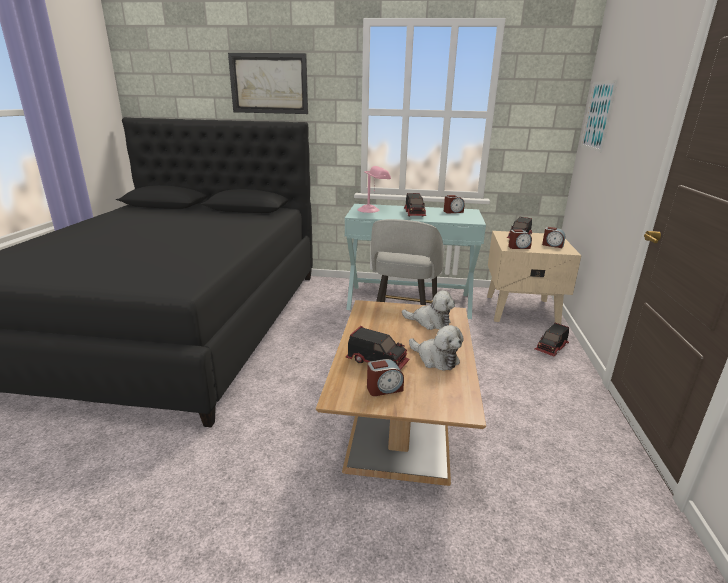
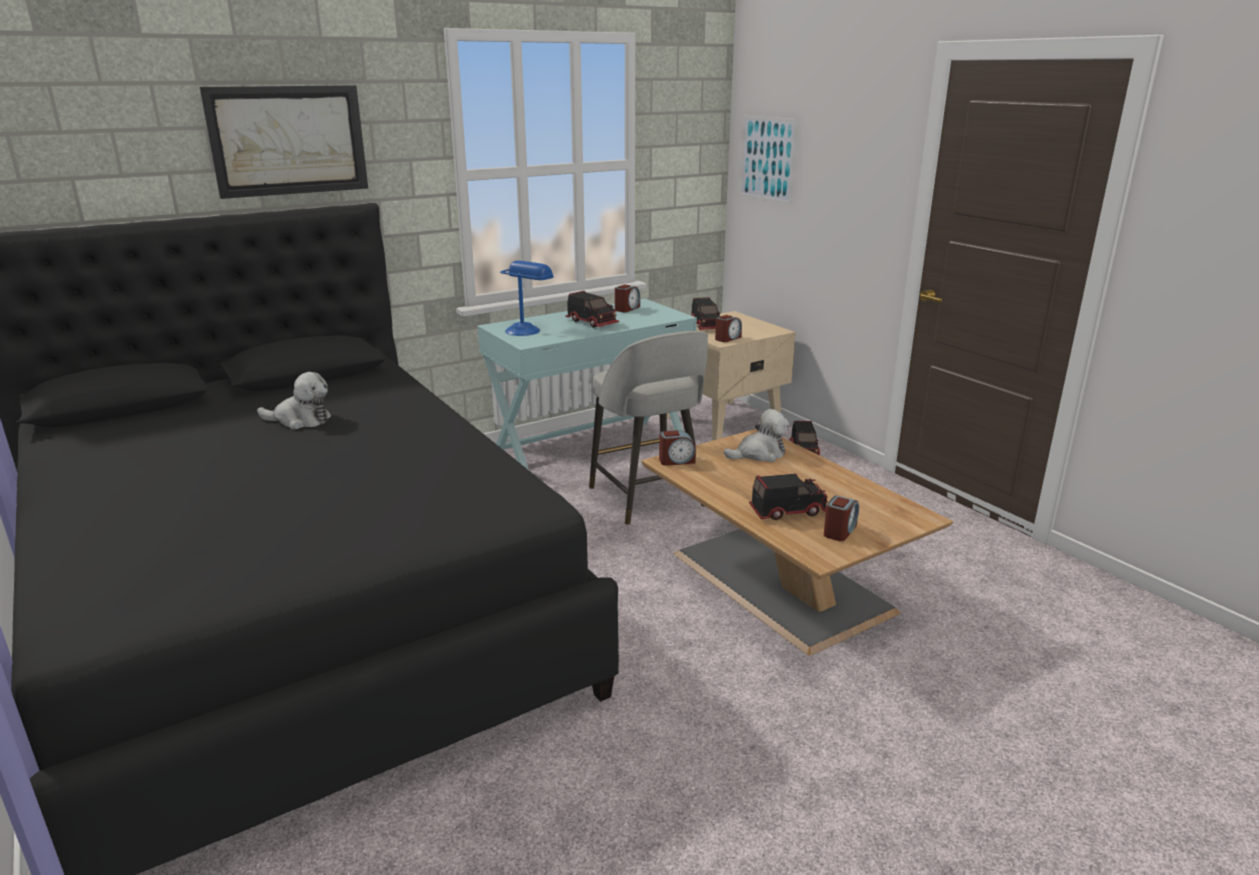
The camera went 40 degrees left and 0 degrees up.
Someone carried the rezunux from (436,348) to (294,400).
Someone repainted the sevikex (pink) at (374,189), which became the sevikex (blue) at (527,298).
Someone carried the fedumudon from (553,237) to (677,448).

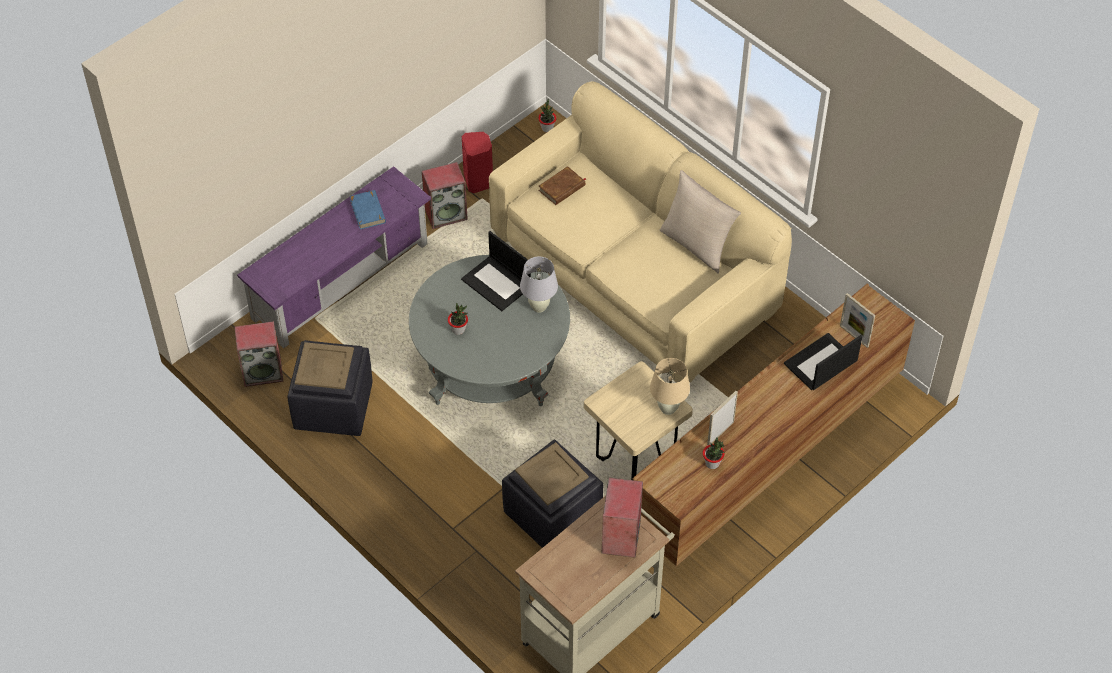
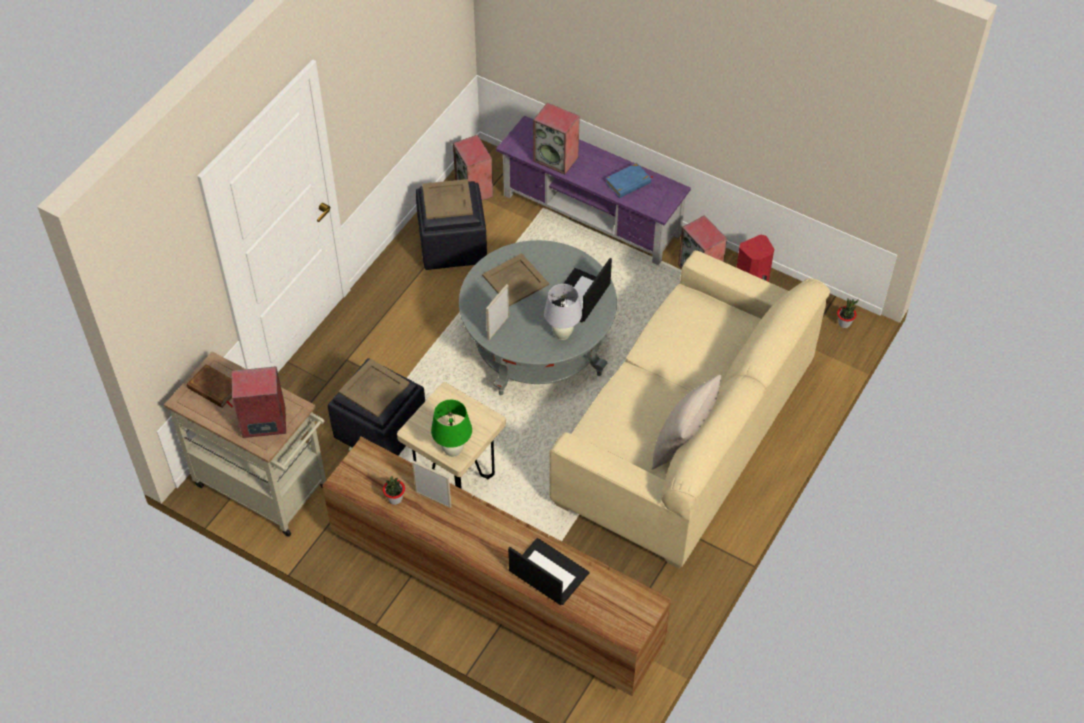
The camera went 75 degrees right and 0 degrees up.
Someone carried the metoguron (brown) from (562,185) to (210,386).
Someone repainted the sevikex (beige) at (670,386), which became the sevikex (green) at (451,428).
Someone swapped the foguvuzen at (458,319) for the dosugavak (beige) at (515,279).
Someone carried the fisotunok from (857,320) to (497,312).
Someone put down the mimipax at (556,139).

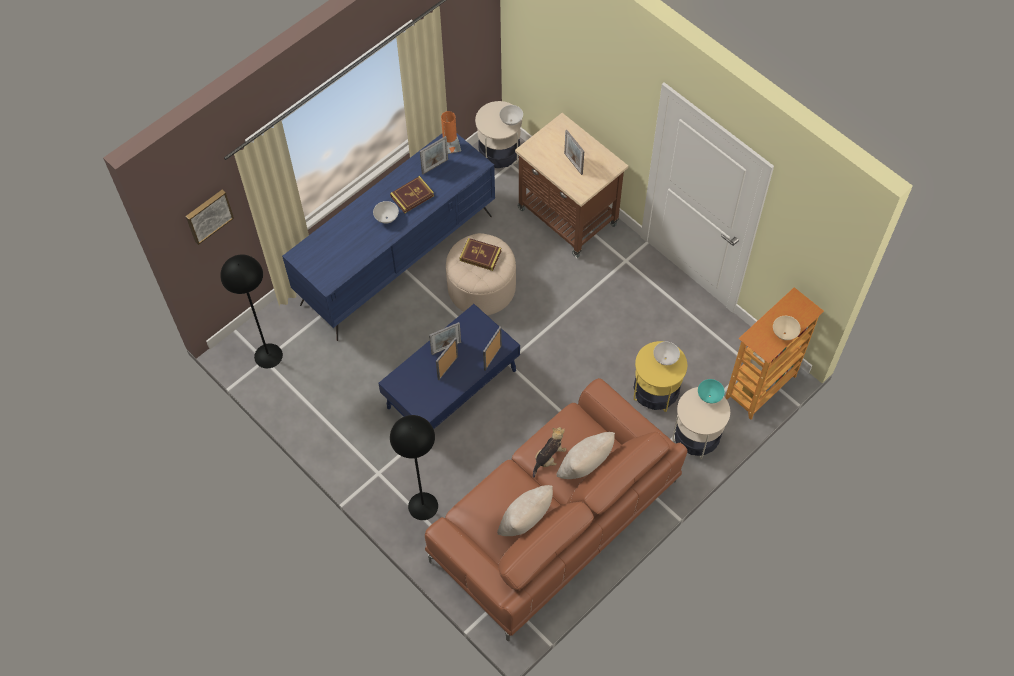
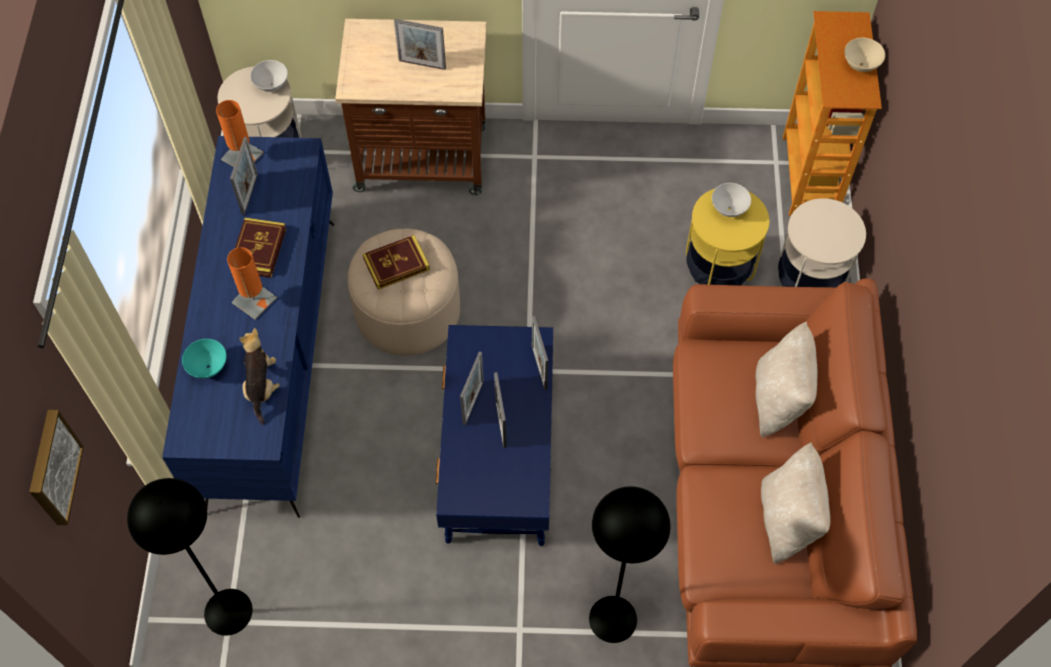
The camera went 45 degrees left and 0 degrees up.
Someone carried the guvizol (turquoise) from (711,391) to (204,358).
Someone swapped the guvizol (white) at (386,212) for the sevikex (orange) at (252,283).
Someone carried the rezunux from (549,452) to (259,376).

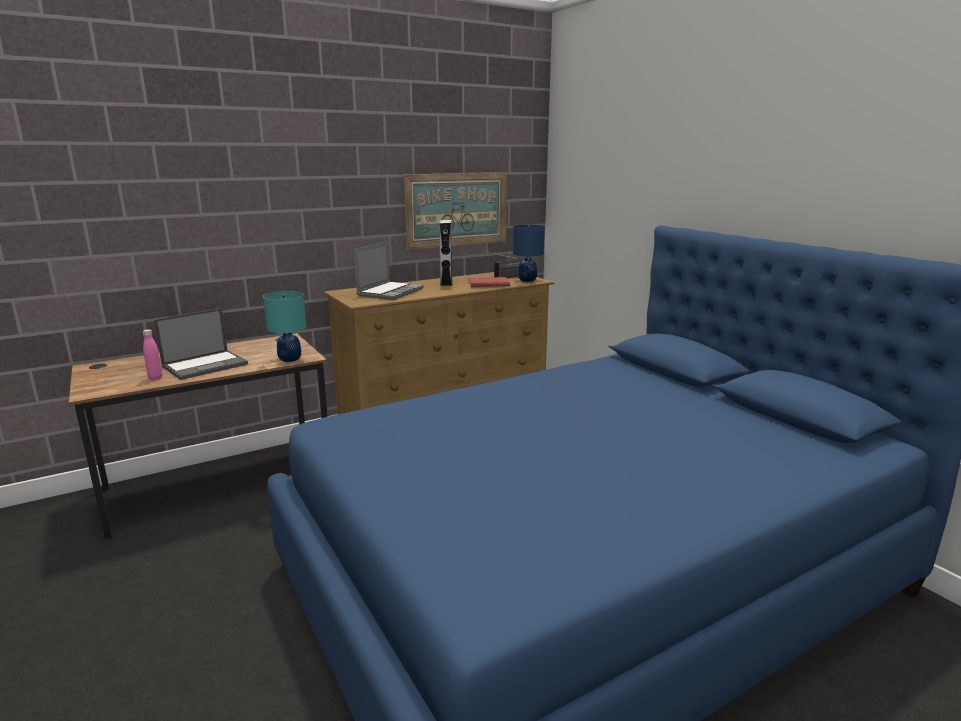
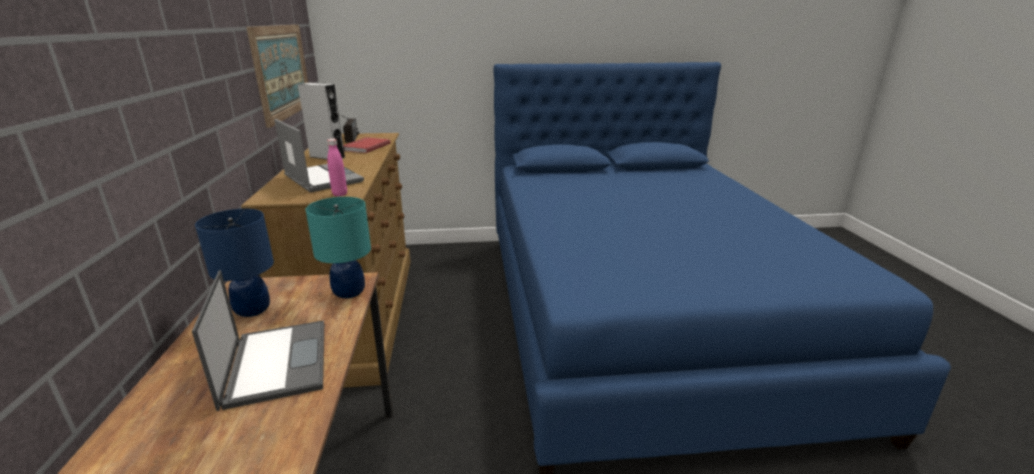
The camera went 65 degrees left and 5 degrees up.
Someone carried the sevikex (blue) from (529,253) to (234,263).
Someone carried the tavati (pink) from (152,355) to (337,168).

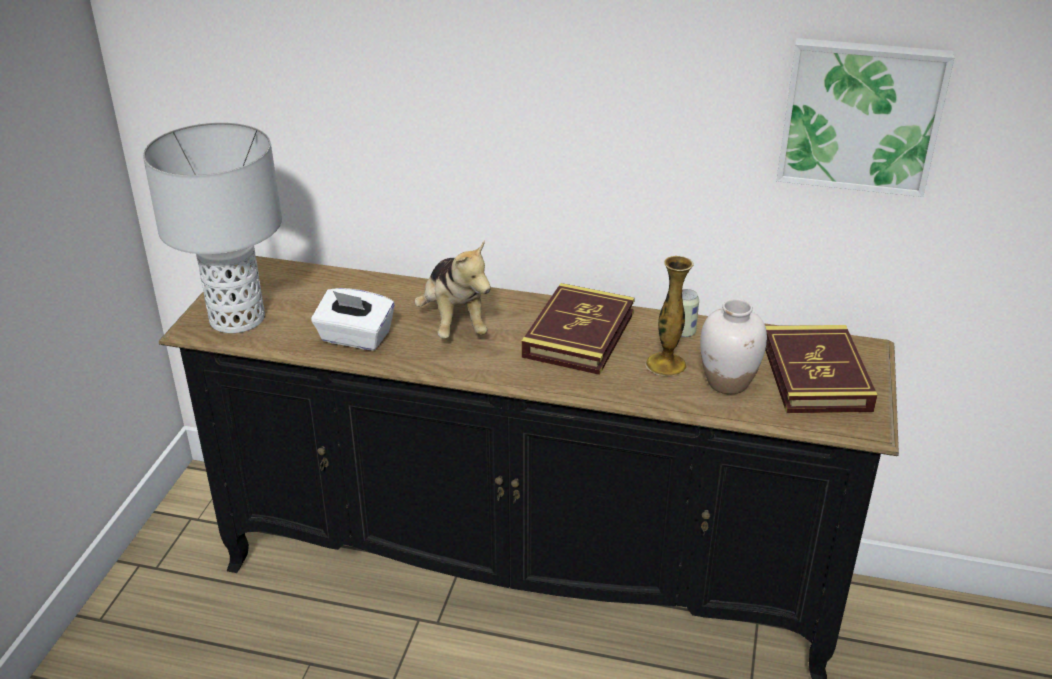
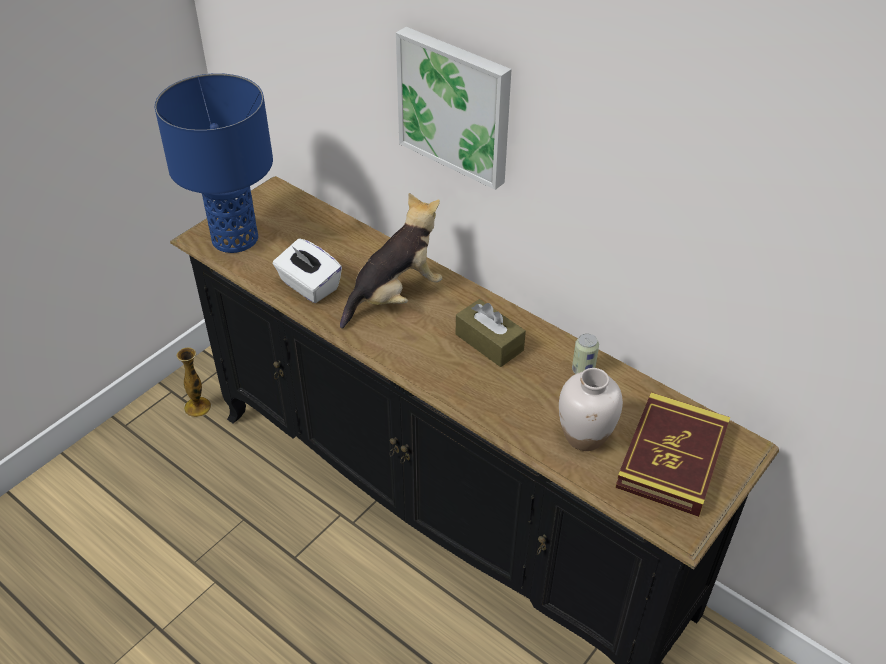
The camera went 25 degrees right and 10 degrees up.
Someone repainted the sevikex (white) at (212,227), which became the sevikex (blue) at (214,163).
Someone carried the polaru from (669,316) to (194,382).
Someone rotated the rezunux at (452,289) by 135 degrees counterclockwise.
Someone carried the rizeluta from (865,117) to (453,108).
Someone swapped the metoguron at (578,329) for the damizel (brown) at (491,333).

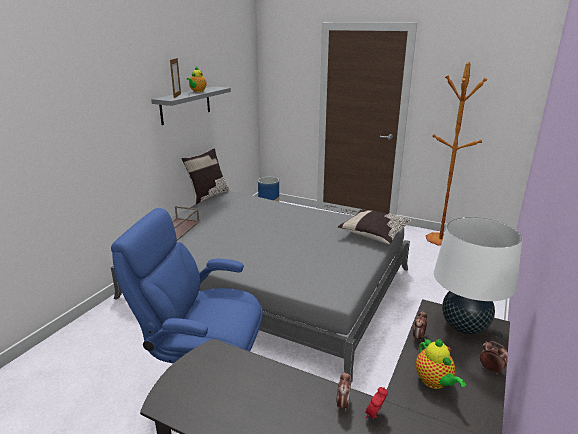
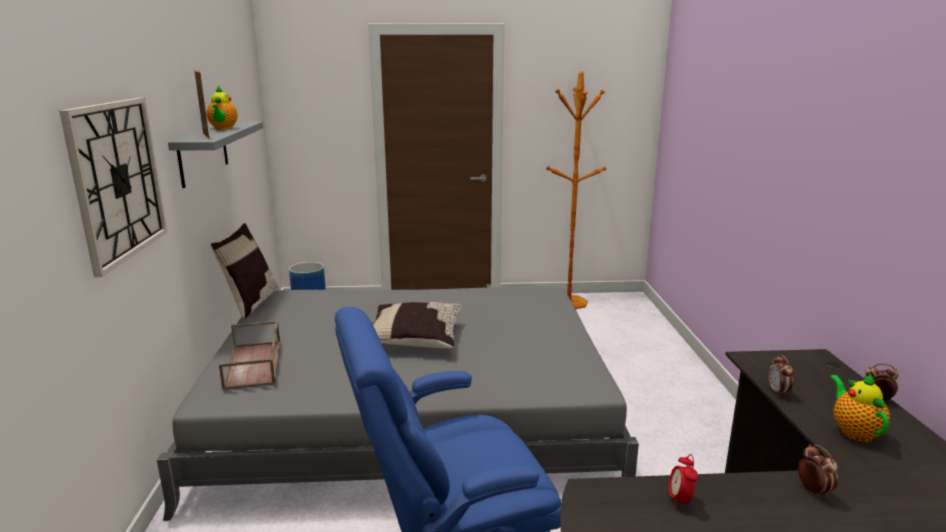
The camera went 30 degrees left and 5 degrees down.
Someone put up the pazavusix at (113,187).
Someone carried the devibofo from (374,226) to (417,325).
Someone carried the fedumudon from (376,403) to (683,481).
Someone rotated the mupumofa at (441,364) by 135 degrees counterclockwise.
Someone took away the sevikex (white) at (478,275).

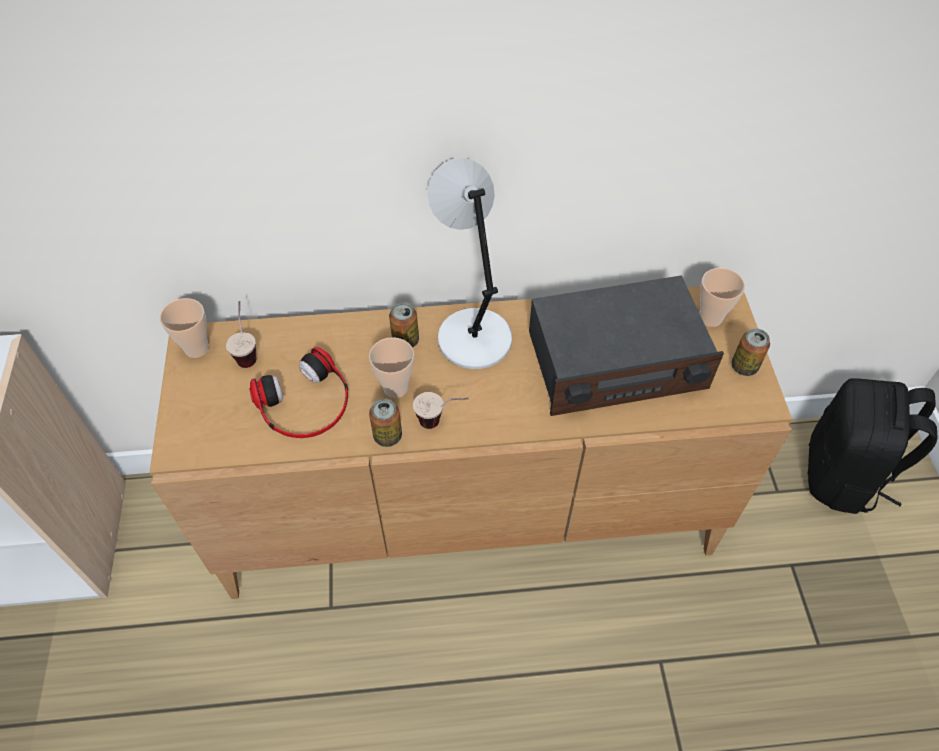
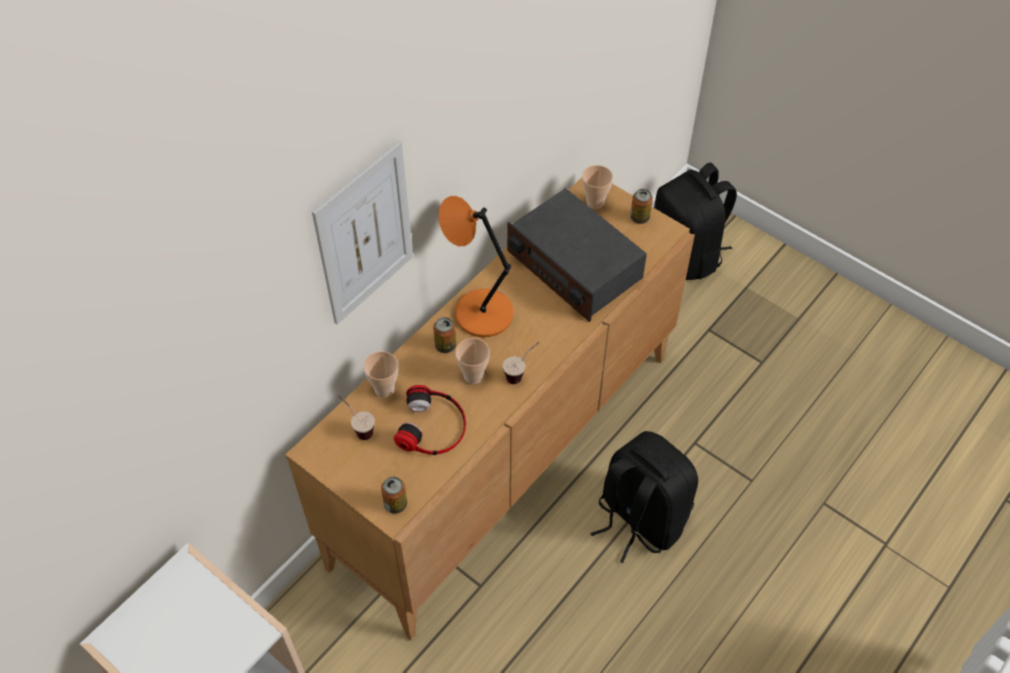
The camera went 45 degrees left and 0 degrees up.
Someone put up the rizeluta at (362,232).
Someone carried the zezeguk from (184,328) to (380,374).
Someone carried the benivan from (385,422) to (394,495).
Someone repainted the sevikex (grey) at (469,263), which became the sevikex (orange) at (475,266).
Someone rotated the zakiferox at (626,345) by 105 degrees clockwise.
Someone put down the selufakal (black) at (644,497).

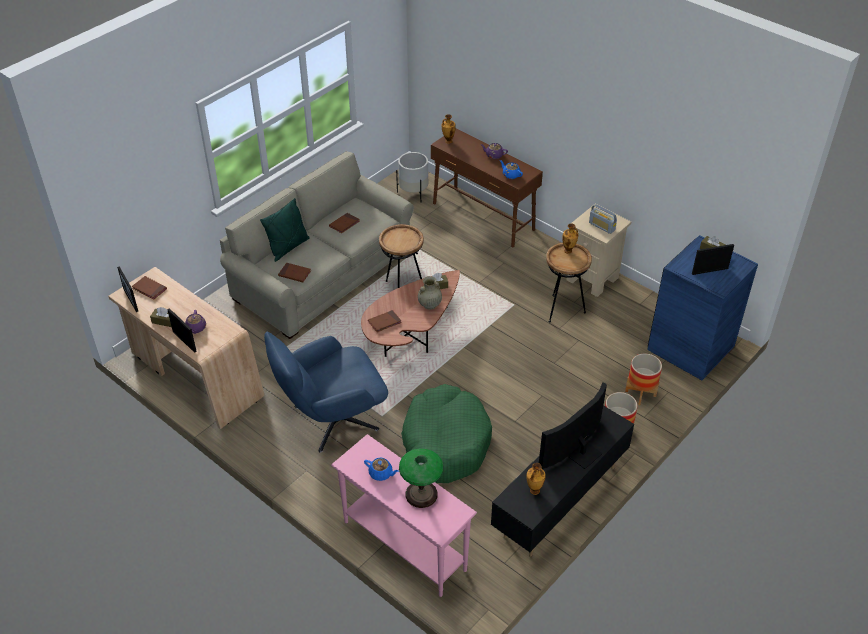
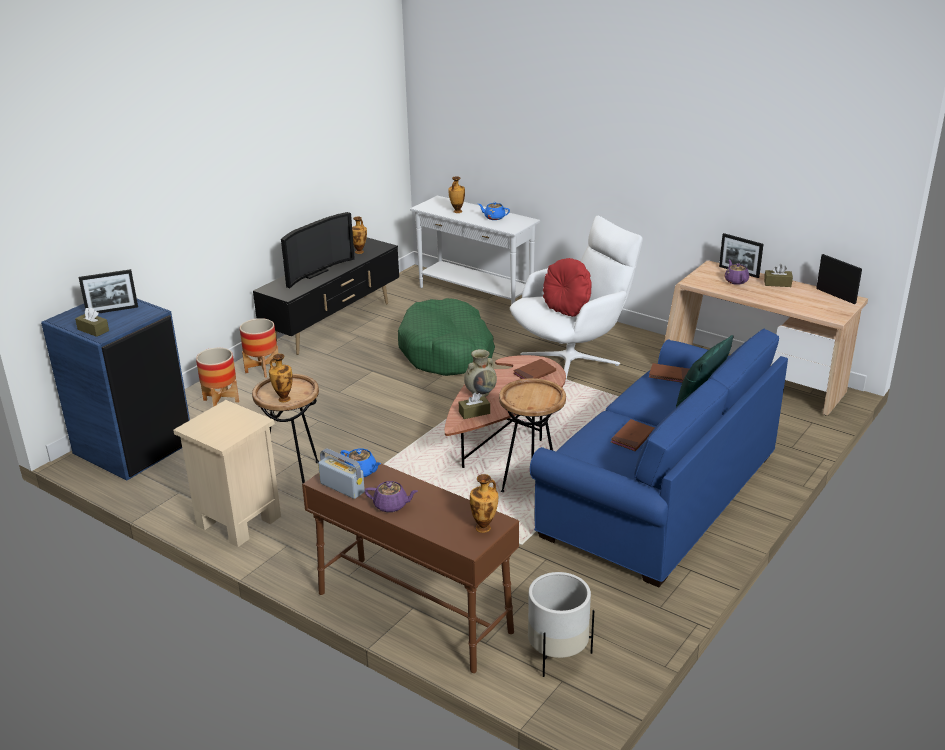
The camera went 175 degrees right and 15 degrees down.
Someone carried the zakiferox from (603,219) to (341,473).
Someone repainted the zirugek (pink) at (404,515), which became the zirugek (white) at (475,250).
Someone swapped the sevikex at (421,478) for the polaru at (456,194).
Someone repainted the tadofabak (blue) at (326,392), which became the tadofabak (white) at (576,299).
Someone repainted the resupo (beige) at (317,245), which became the resupo (blue) at (659,458).
Someone put down the devibofo (red) at (567,287).
Someone took away the metoguron (brown) at (149,288).

